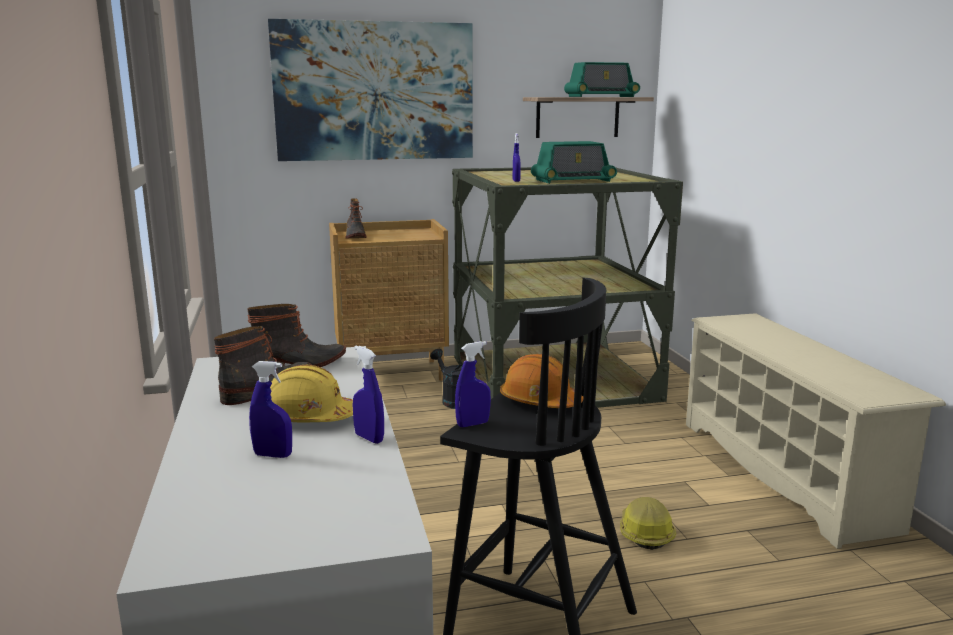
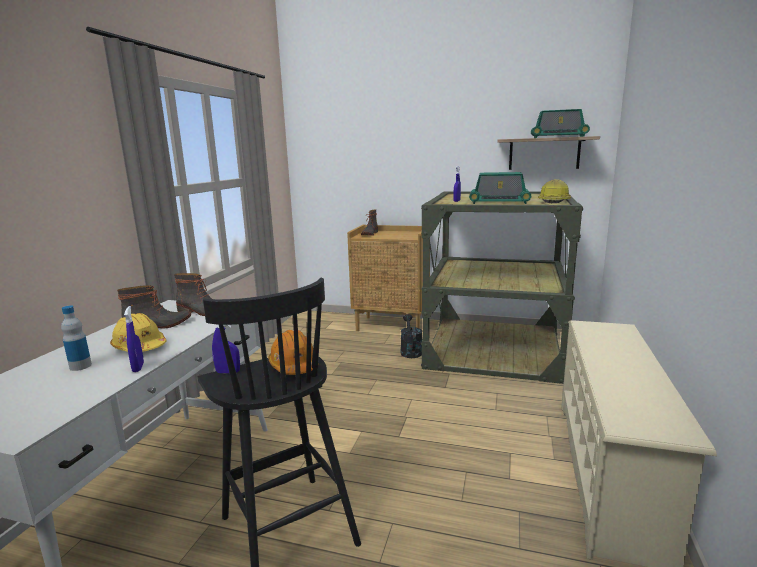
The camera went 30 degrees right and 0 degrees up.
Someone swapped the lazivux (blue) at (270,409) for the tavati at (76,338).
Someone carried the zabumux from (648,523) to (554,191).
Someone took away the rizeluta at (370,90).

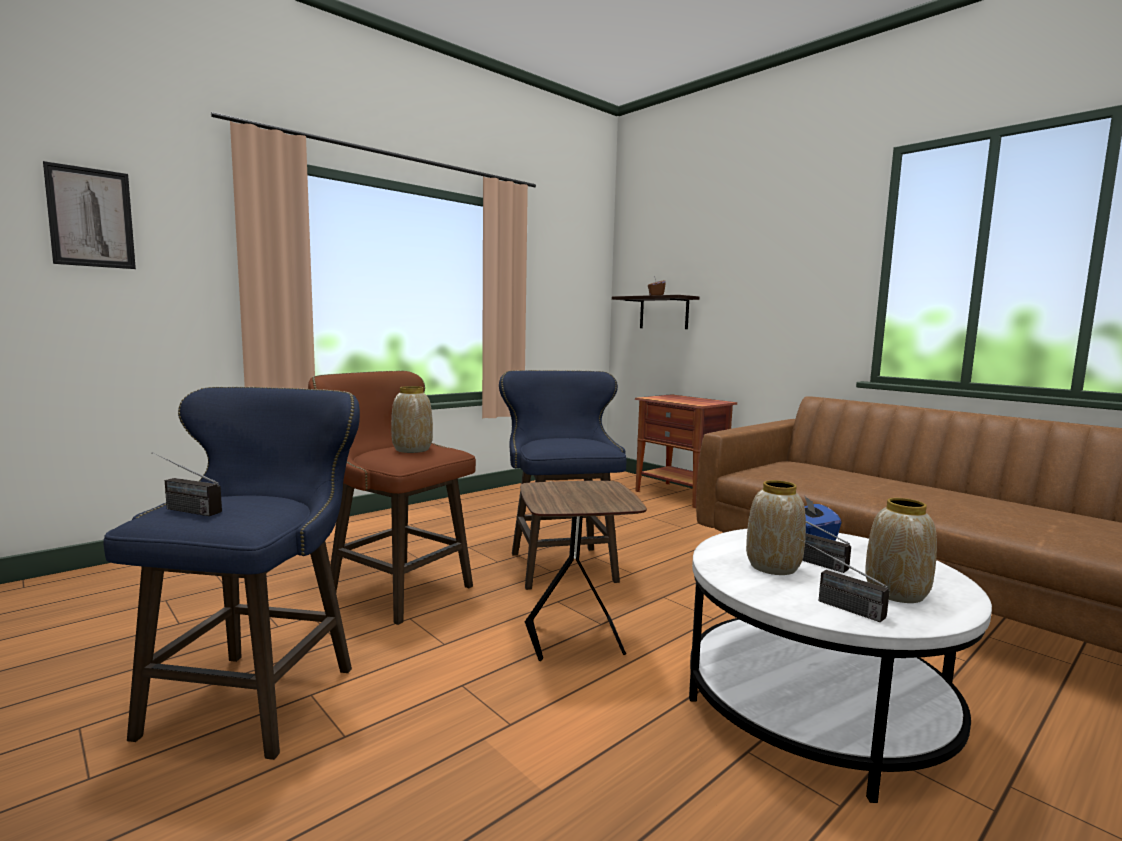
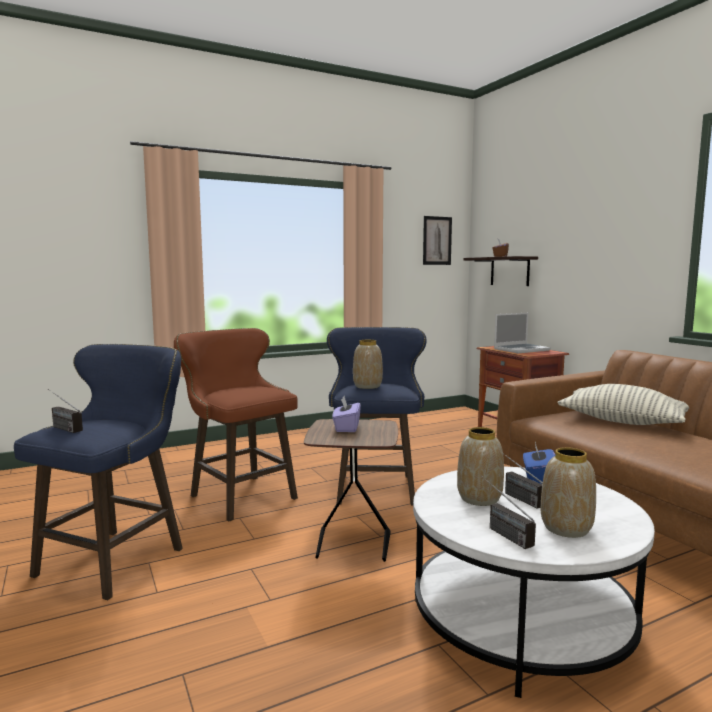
The camera went 15 degrees right and 0 degrees up.
Someone put down the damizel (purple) at (346,414).
Someone carried the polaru from (412,419) to (368,364).
Someone carried the rizeluta from (89,215) to (437,240).
Someone put down the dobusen at (522,333).
Someone put down the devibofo at (623,404).

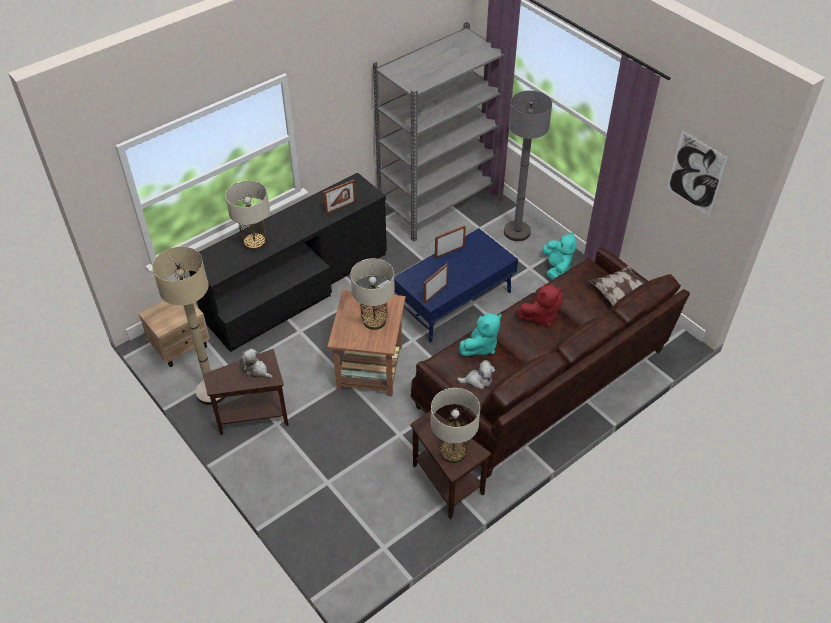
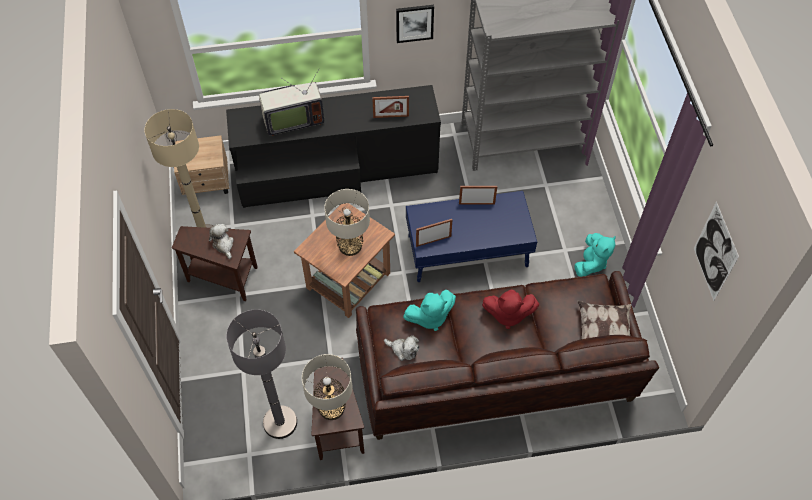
The camera went 30 degrees right and 10 degrees up.
Someone carried the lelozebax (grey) from (528,165) to (261,374).
Someone swapped the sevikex at (247,215) for the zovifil at (291,102).
Someone put up the rizeluta at (415,24).

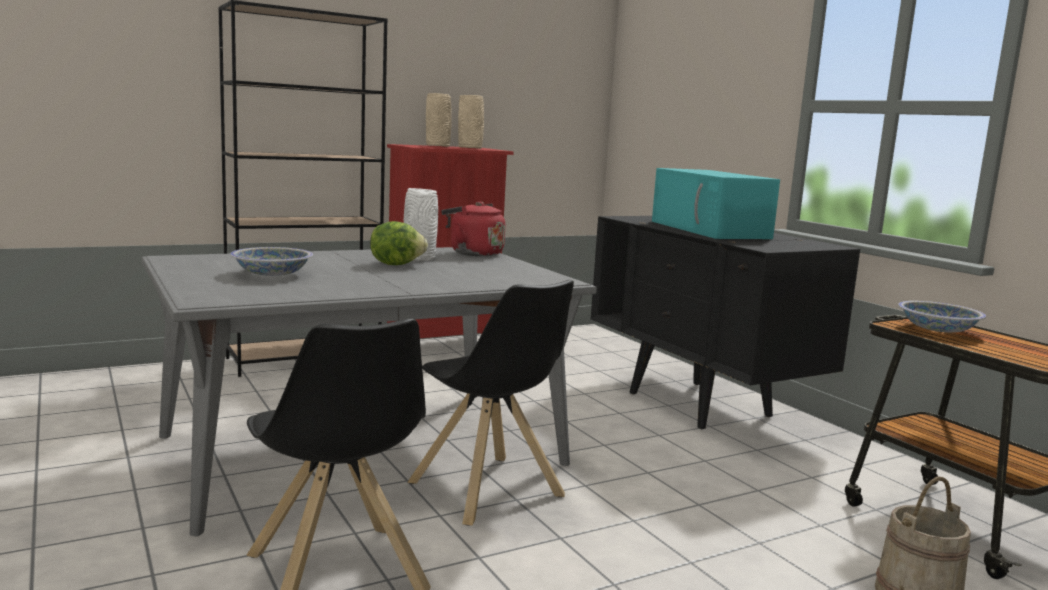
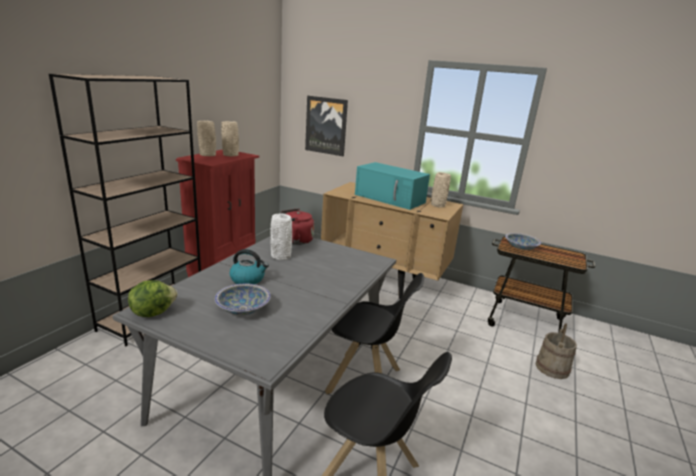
The camera went 35 degrees left and 10 degrees up.
Someone carried the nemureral from (399,243) to (153,298).
Someone put down the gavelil at (249,266).
Someone put up the rizeluta at (326,126).
Someone repainted the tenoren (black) at (725,322), which became the tenoren (beige) at (392,240).
Someone put down the polaru (beige) at (441,190).

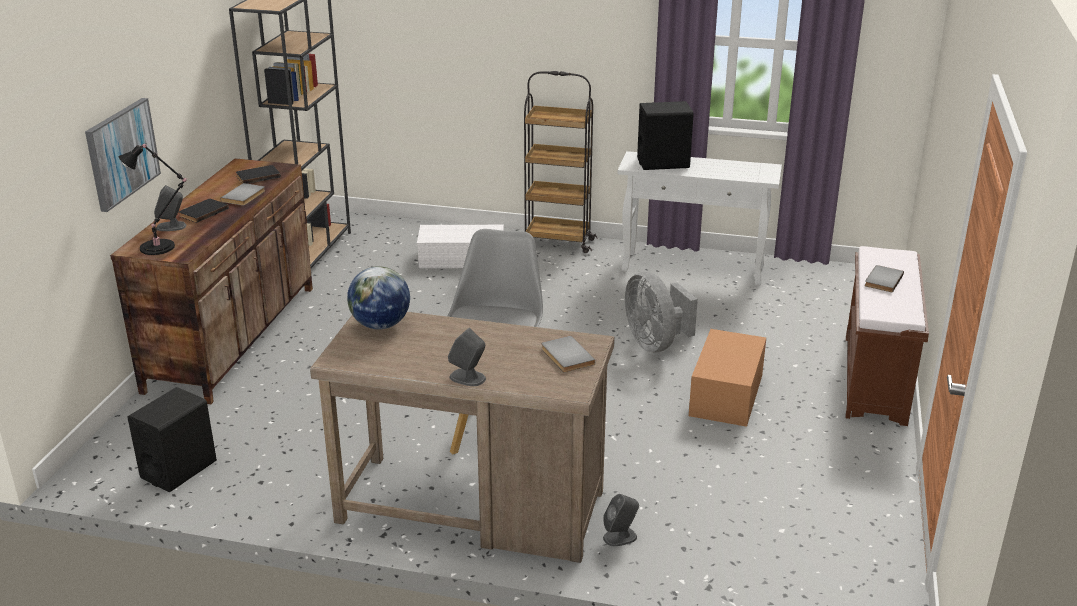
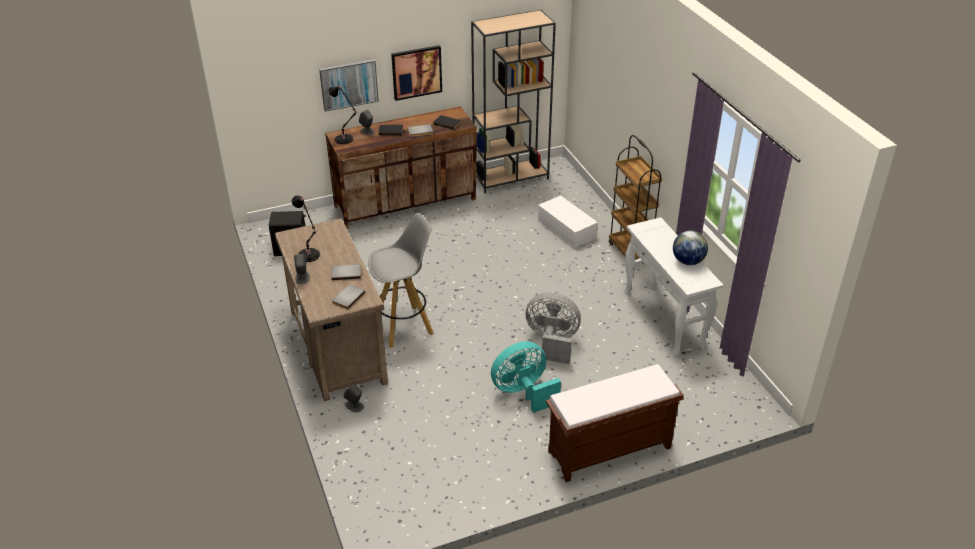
The camera went 55 degrees right and 10 degrees up.
Someone put down the sevikex (black) at (306,229).
Someone carried the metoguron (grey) from (884,279) to (346,272).
Someone put up the rizeluta at (416,73).
Someone swapped the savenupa at (727,378) for the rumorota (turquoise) at (526,377).
Someone rotated the rumorota (grey) at (661,312) by 75 degrees clockwise.
Someone carried the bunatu from (378,297) to (690,248).
Someone took away the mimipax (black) at (665,135).

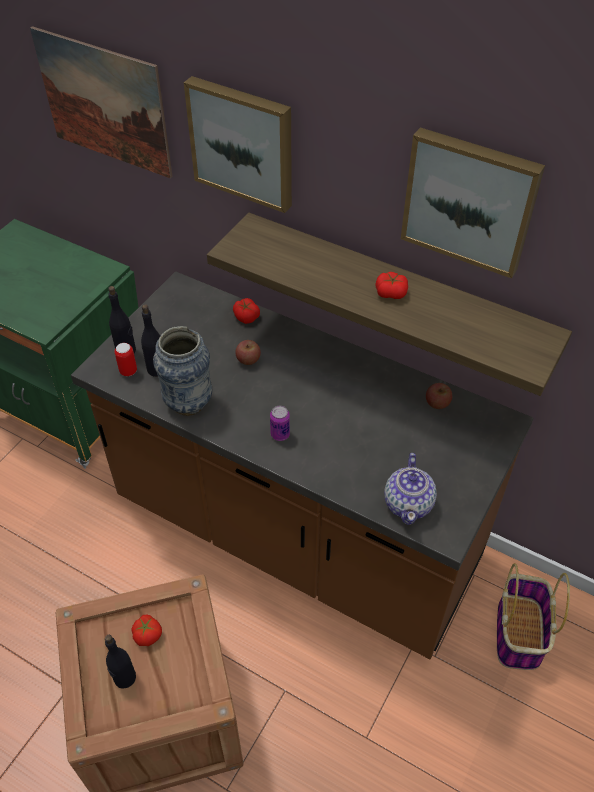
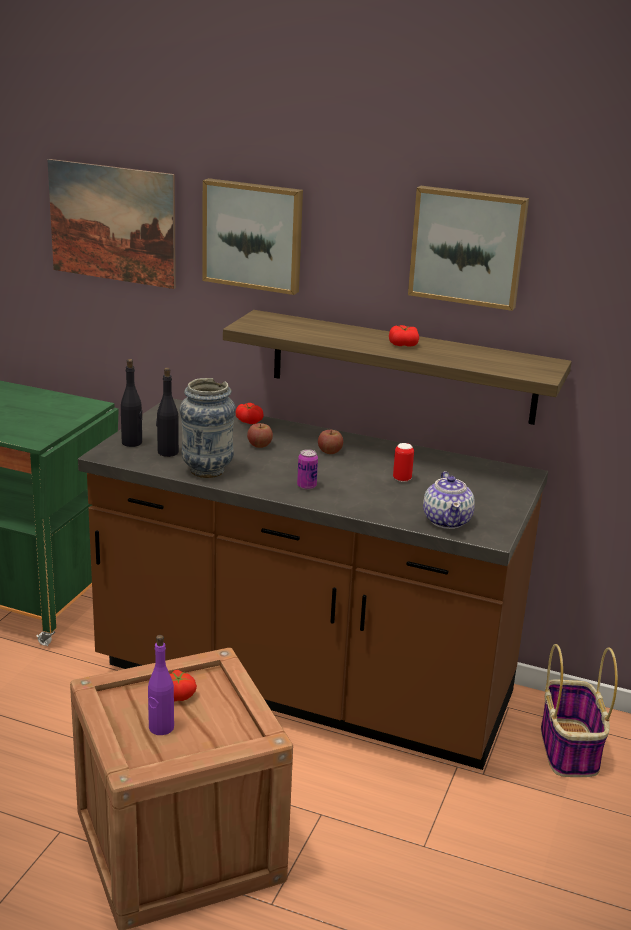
The camera went 10 degrees left and 25 degrees down.
Someone repainted the tavati (black) at (120,662), which became the tavati (purple) at (161,685).
Someone carried the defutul from (439,396) to (330,442).
Someone carried the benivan from (126,359) to (403,462).

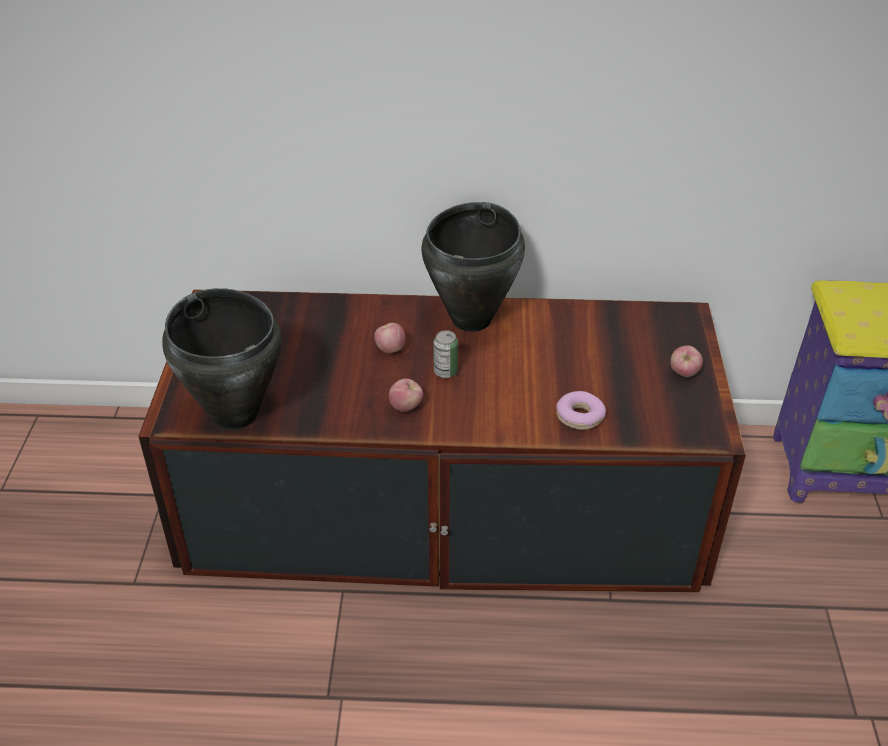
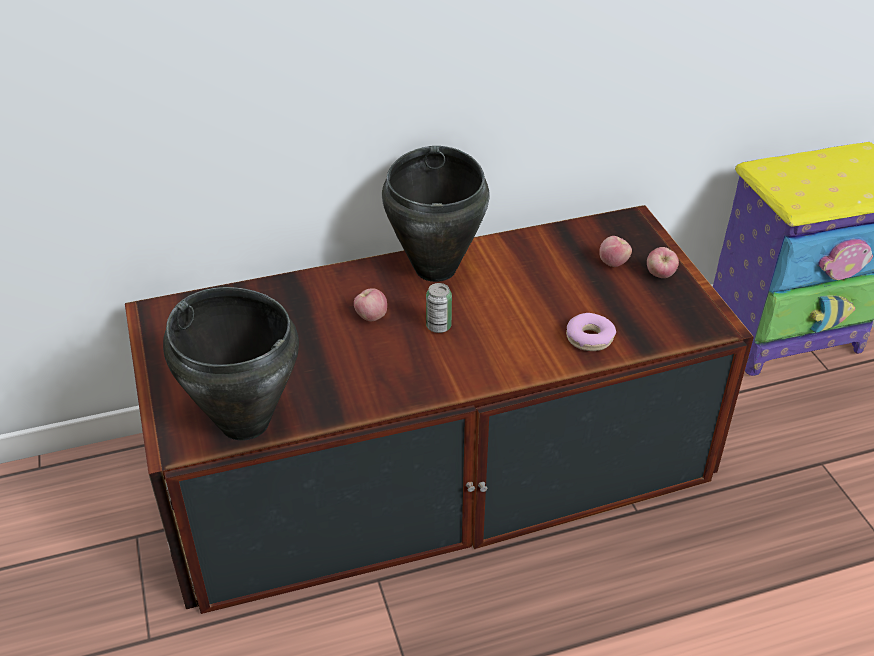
The camera went 20 degrees left and 0 degrees up.
Someone carried the defutul from (406,395) to (615,251).

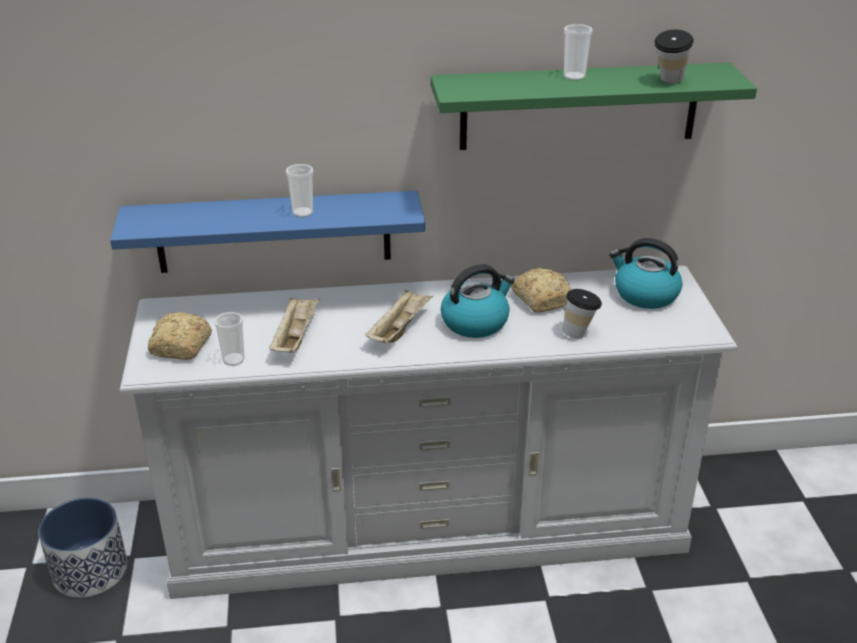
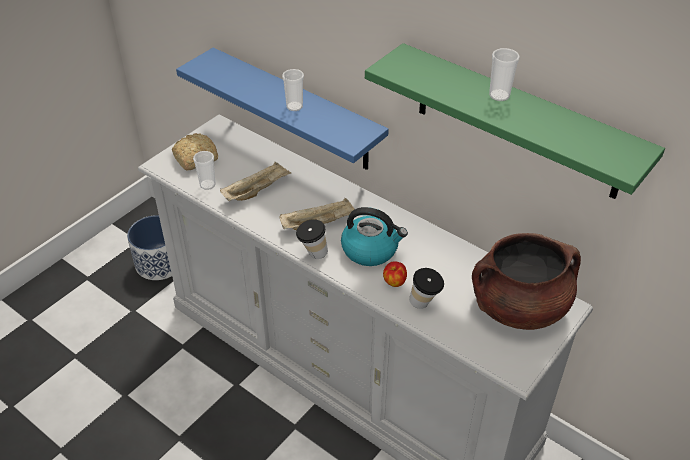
The camera went 45 degrees right and 10 degrees up.
Someone carried the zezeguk from (674,56) to (312,239).
Someone put down the defutul at (395,274).
Someone swapped the gavelil at (646,273) for the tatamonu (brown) at (526,281).
Someone took away the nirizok at (541,290).

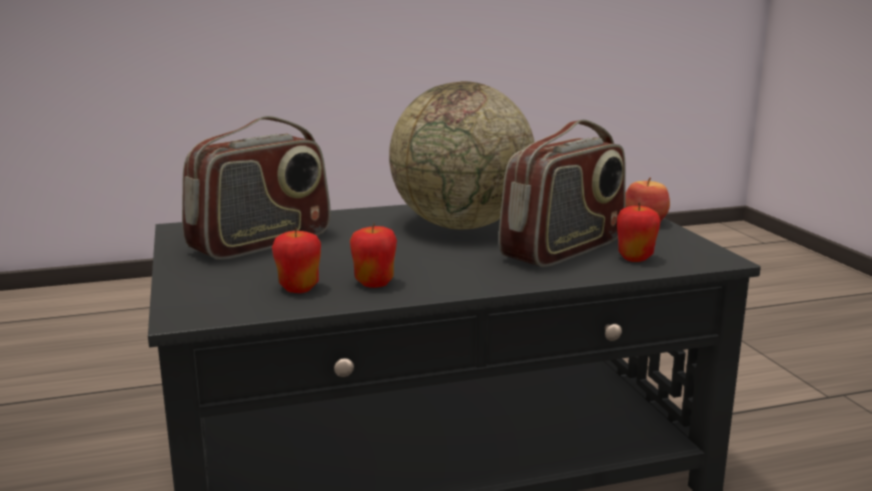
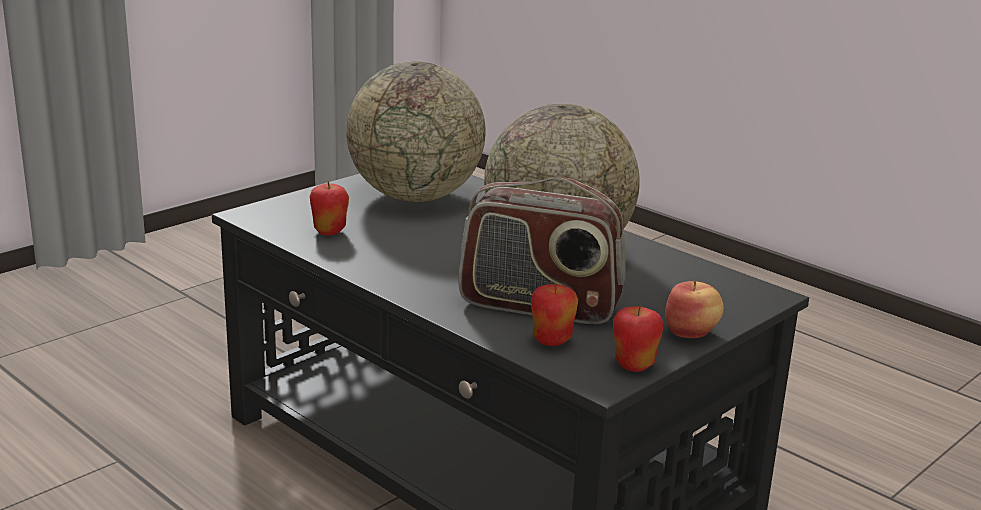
The camera went 60 degrees right and 5 degrees up.
Someone swapped the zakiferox at (256,188) for the bunatu at (416,131).
Someone carried the defutul from (373,255) to (638,338).

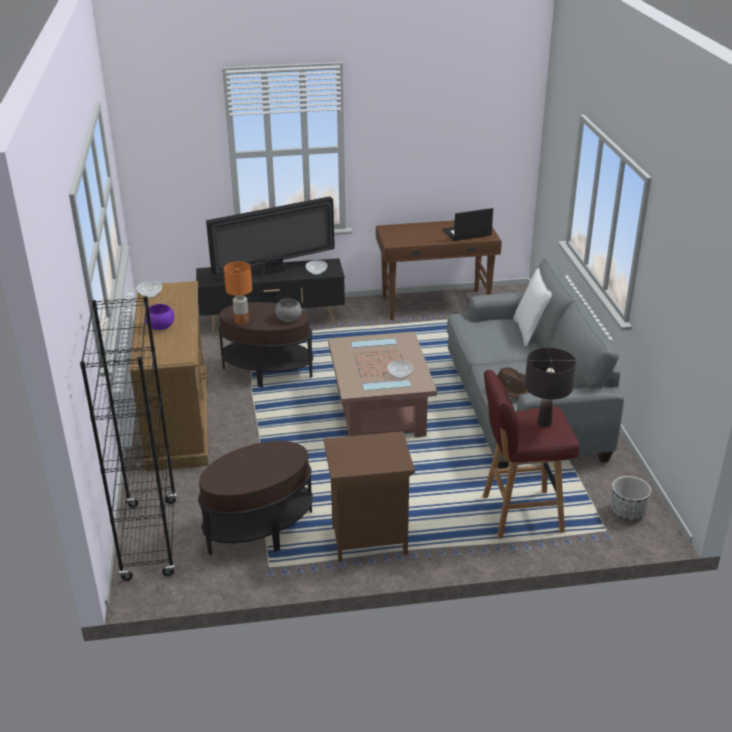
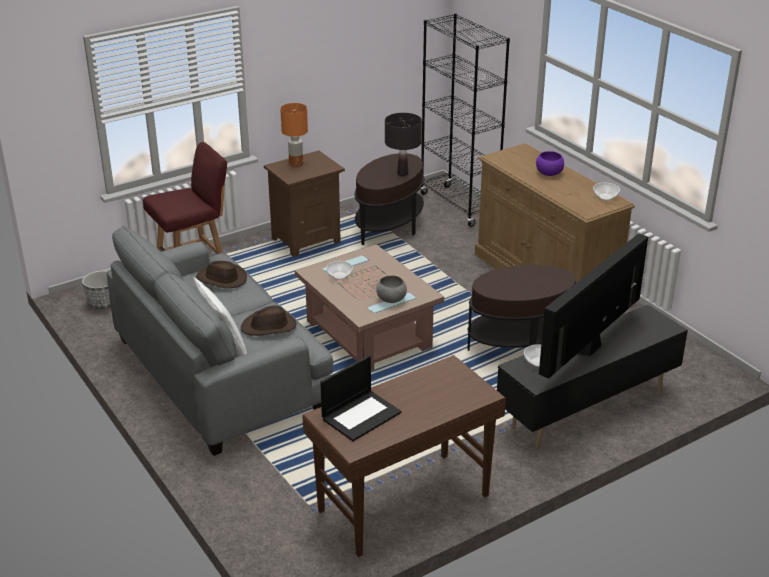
The camera went 155 degrees right and 0 degrees up.
Someone put down the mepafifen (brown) at (269,321).
Someone carried the sevikex (orange) from (238,293) to (294,135).
Someone carried the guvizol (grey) from (288,310) to (391,289).
Someone carried the sevikex (black) from (550,387) to (403,144).

